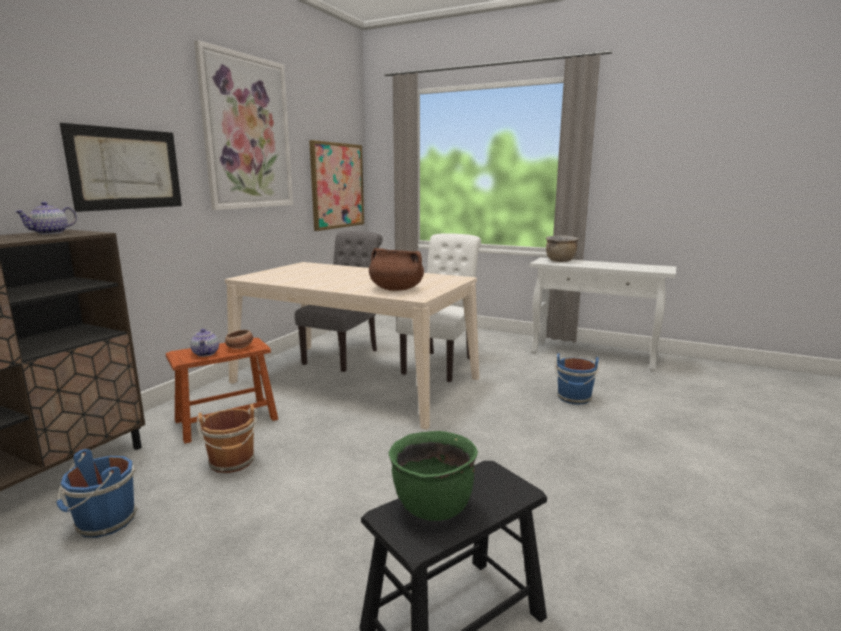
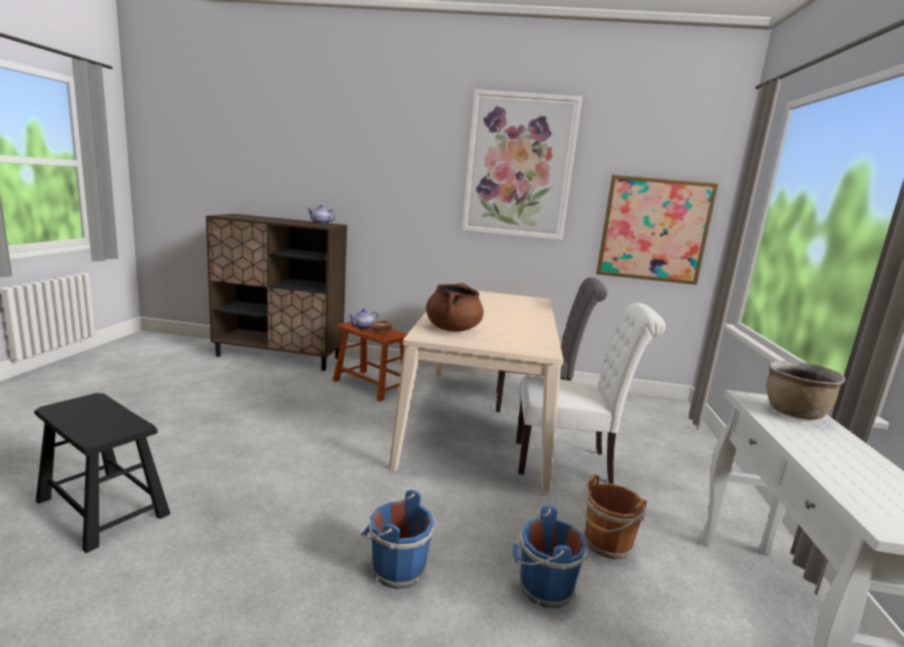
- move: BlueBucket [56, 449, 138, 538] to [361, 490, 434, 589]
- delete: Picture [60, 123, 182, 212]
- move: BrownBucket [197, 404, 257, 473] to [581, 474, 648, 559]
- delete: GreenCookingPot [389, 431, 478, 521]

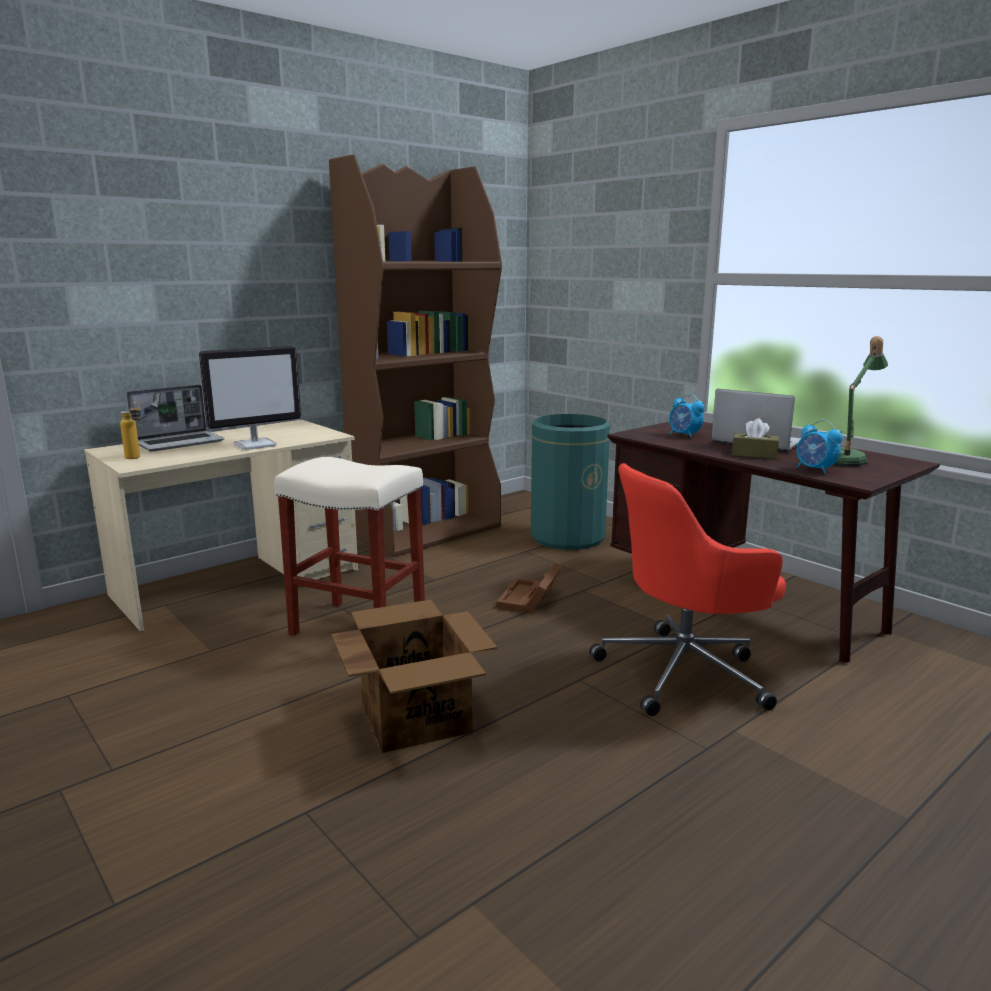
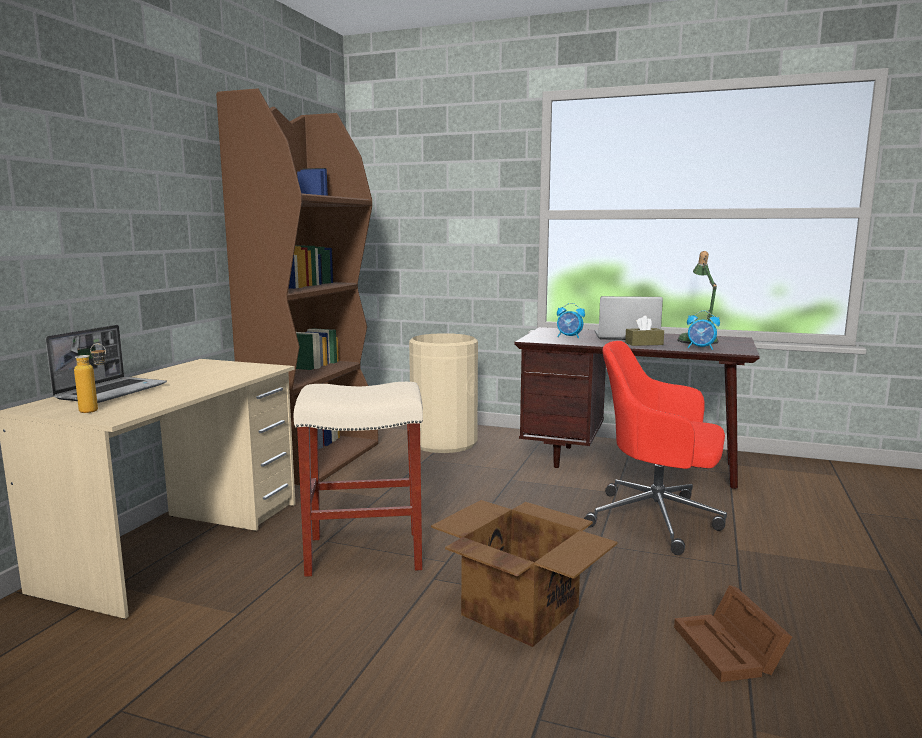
- delete: Monitor [199, 346, 301, 450]
- move: BrownStorageBox [496, 563, 562, 613] to [674, 585, 792, 682]
- recolor: GreenTrashCan [531, 414, 610, 550] to BeigeTrashCan [409, 333, 478, 453]
- rotate: RedOfficeChair [589, 463, 786, 716] = [584, 341, 727, 555] 75 degrees clockwise

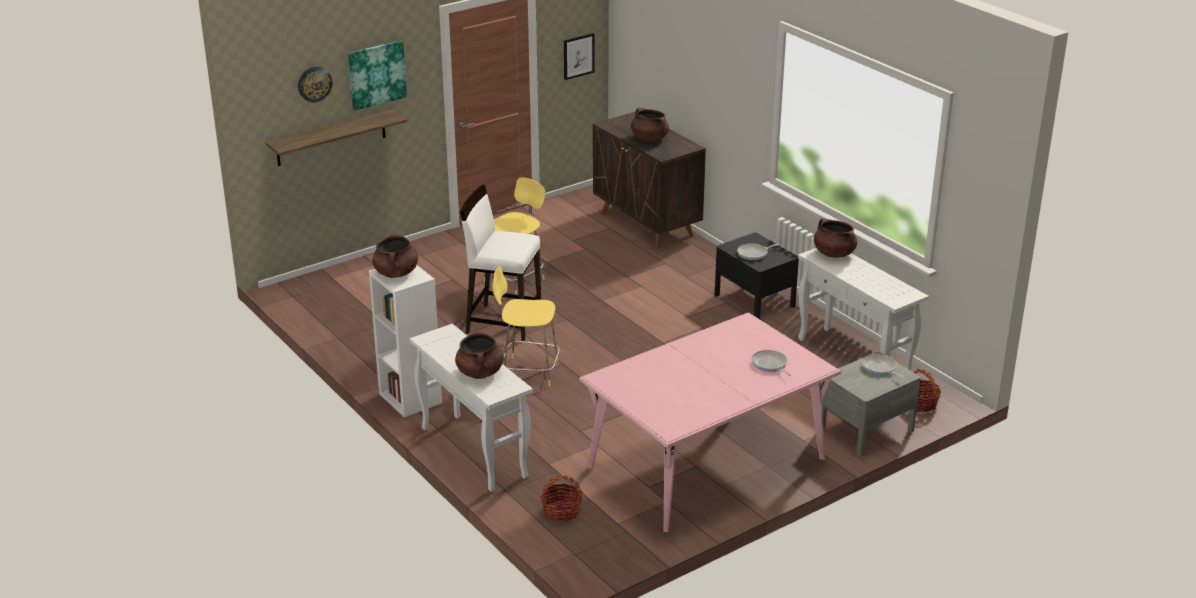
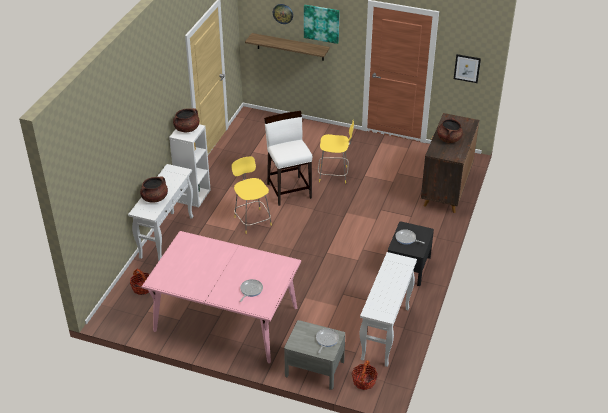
- delete: BrownCookingPot [814, 218, 857, 258]

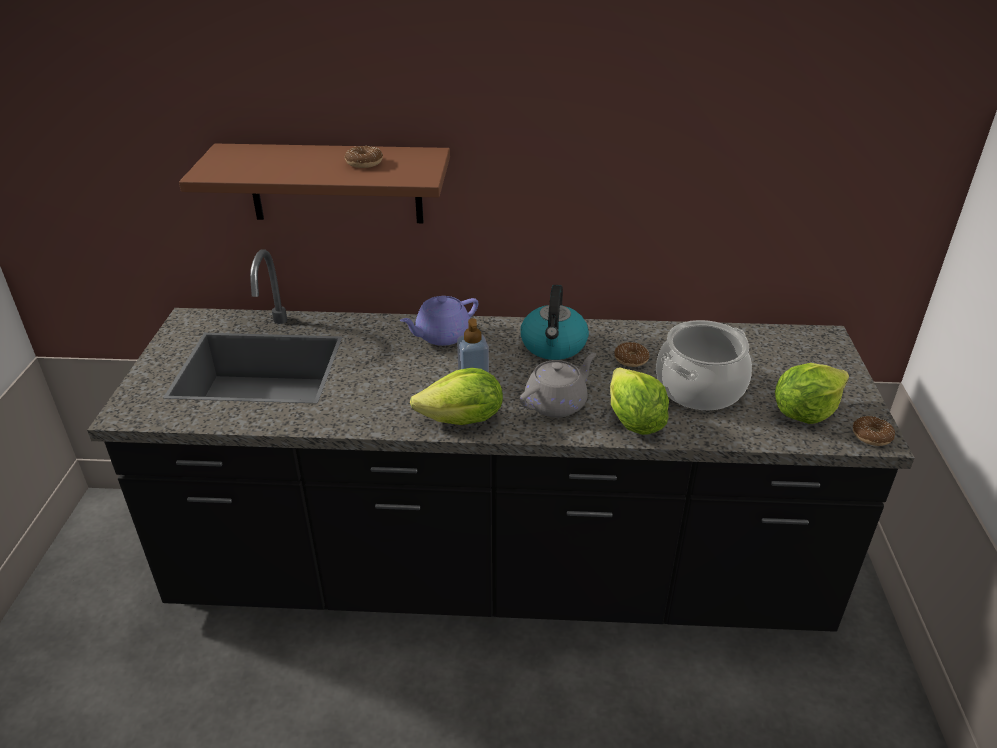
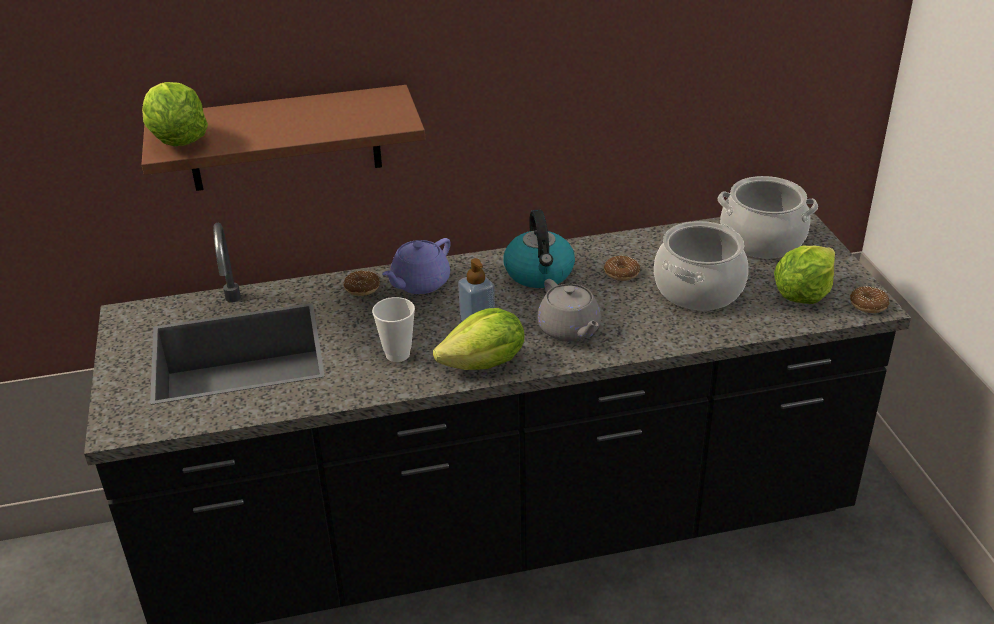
- move: Donut [344, 146, 383, 168] to [344, 270, 380, 296]
- rotate: GreyTeapot [520, 353, 596, 418] = [537, 279, 601, 342] 120 degrees clockwise
- move: Lettuce [610, 367, 669, 435] to [142, 82, 208, 146]
- insert: Cup [372, 297, 415, 362]
- insert: CookingPot [718, 176, 818, 259]

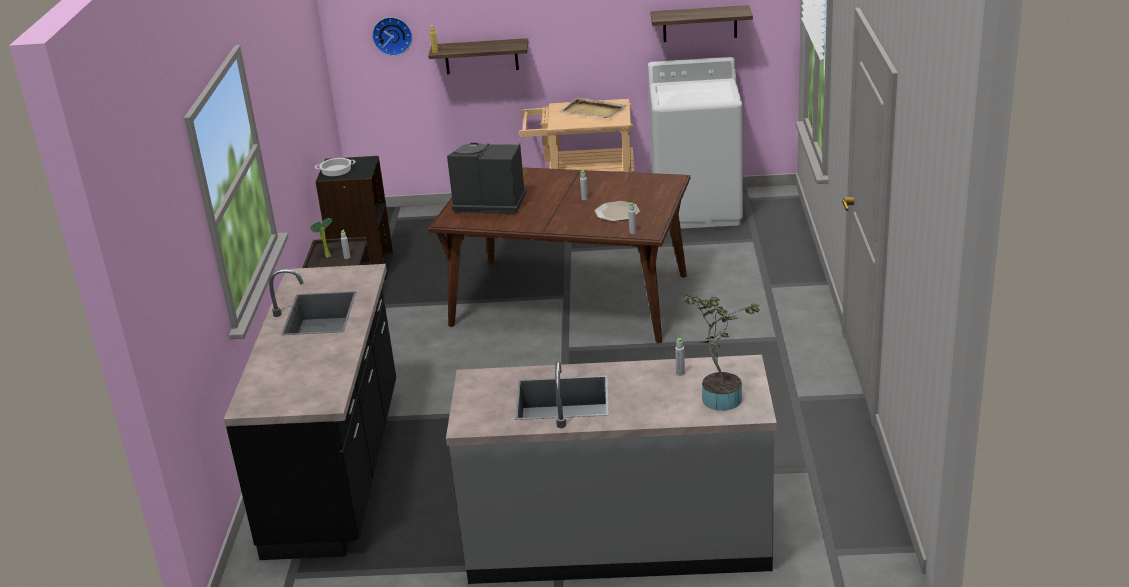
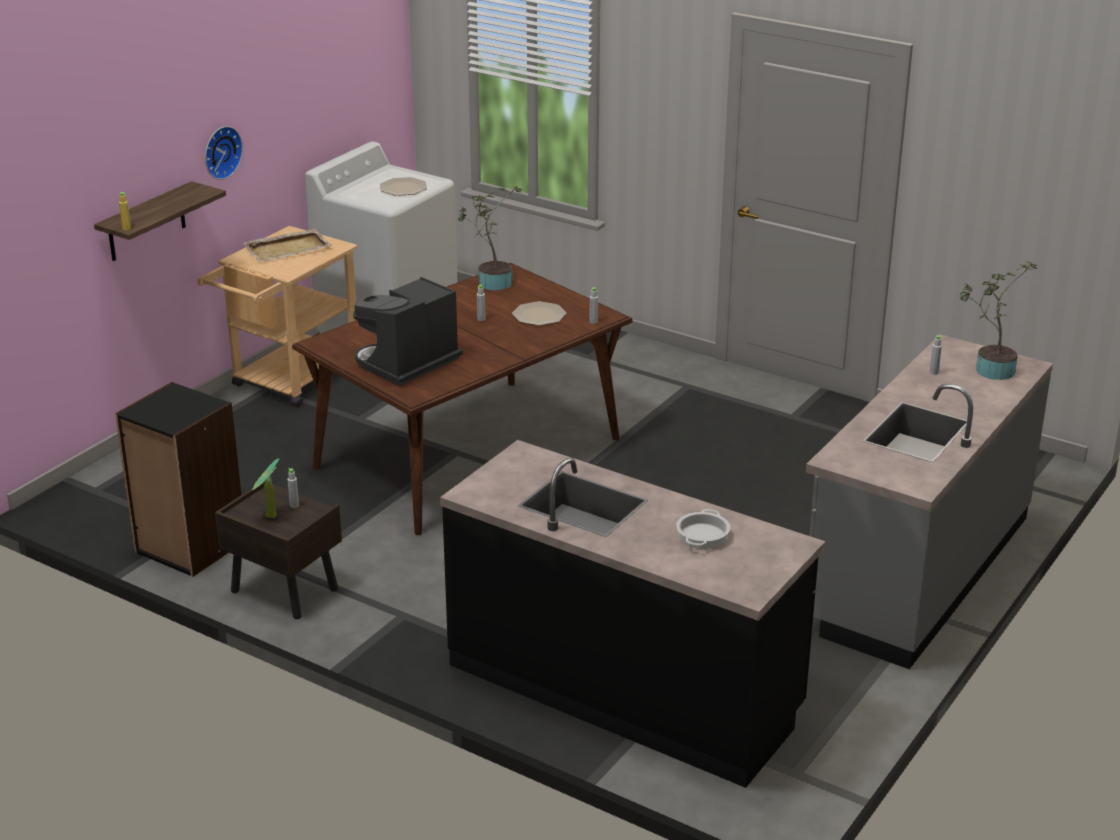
- move: CookingPot [315, 158, 356, 176] to [676, 509, 730, 549]
- move: WallClock [372, 17, 412, 56] to [205, 126, 243, 180]
- delete: Shelf [650, 5, 753, 42]
- insert: Plate [380, 177, 427, 196]
- insert: PottedPlant [458, 186, 522, 290]

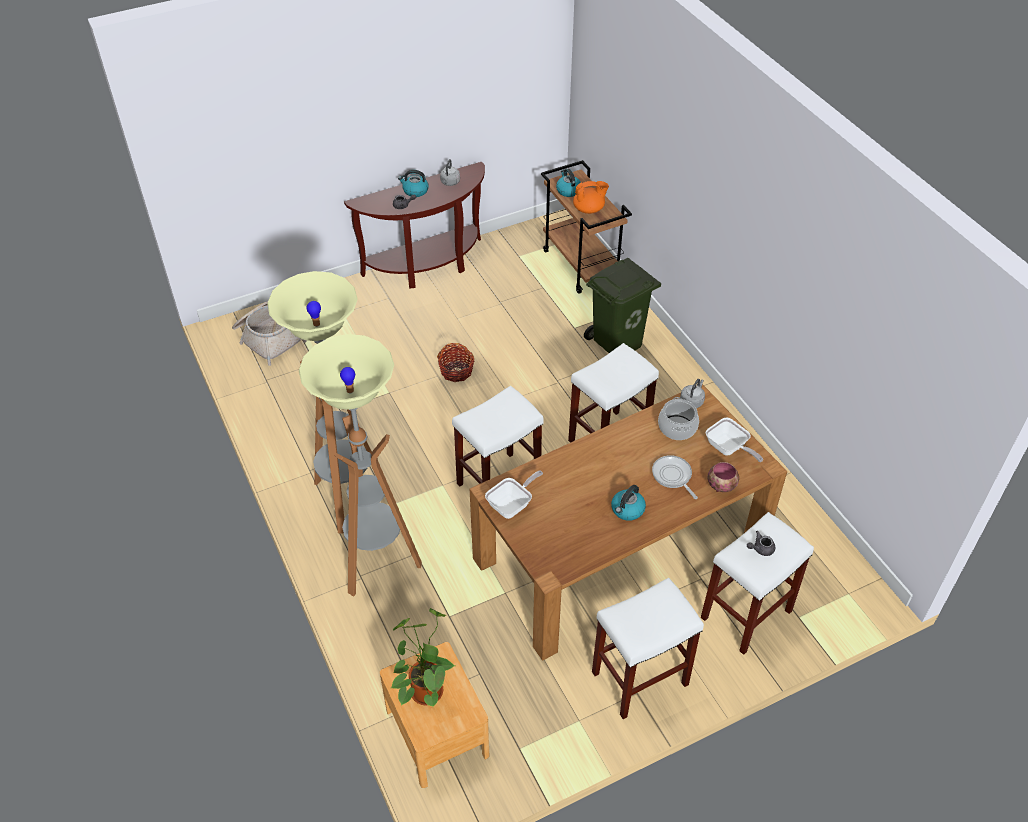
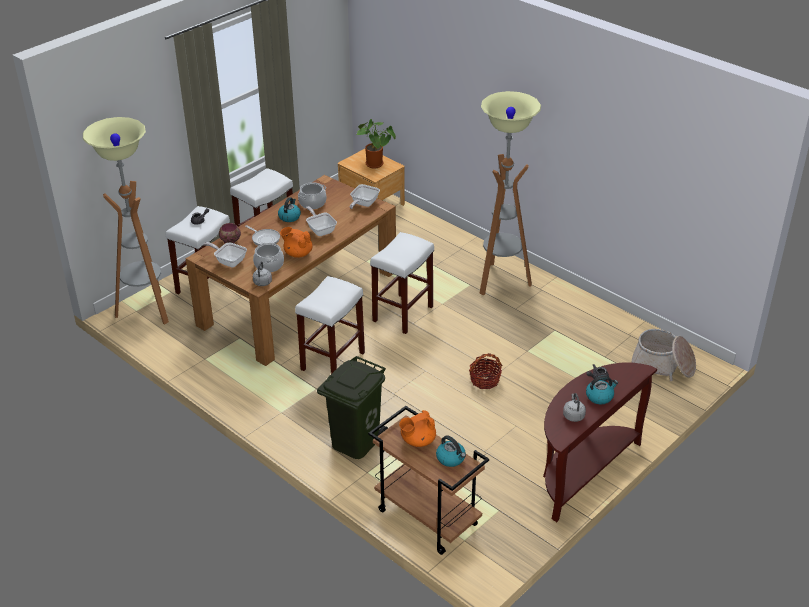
- move: FloorLamp [299, 334, 422, 596] to [83, 117, 169, 325]
- insert: OrangeTeapot [280, 227, 313, 258]
- insert: CookingPot [298, 182, 327, 209]
- insert: FryingPan [306, 206, 337, 236]

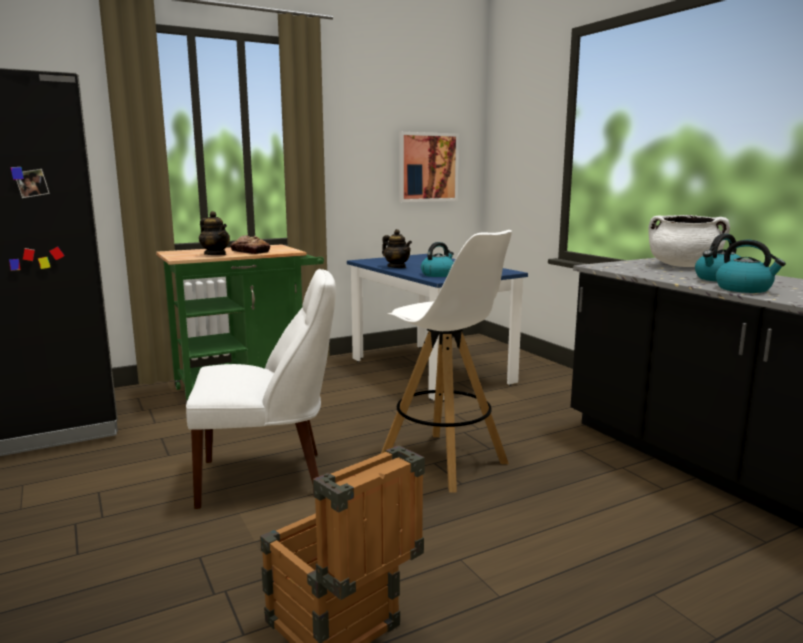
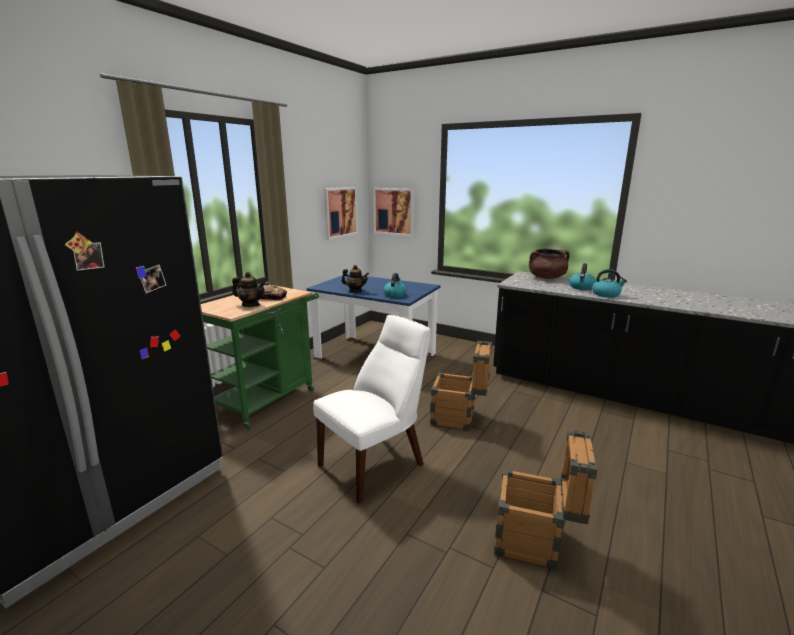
- replace: WhiteStool [381, 230, 512, 493] to Crate [430, 341, 492, 430]
- recolor: WhiteCookingPot [648, 215, 730, 267] to BrownCookingPot [529, 249, 570, 279]
- insert: Picture [373, 188, 414, 236]

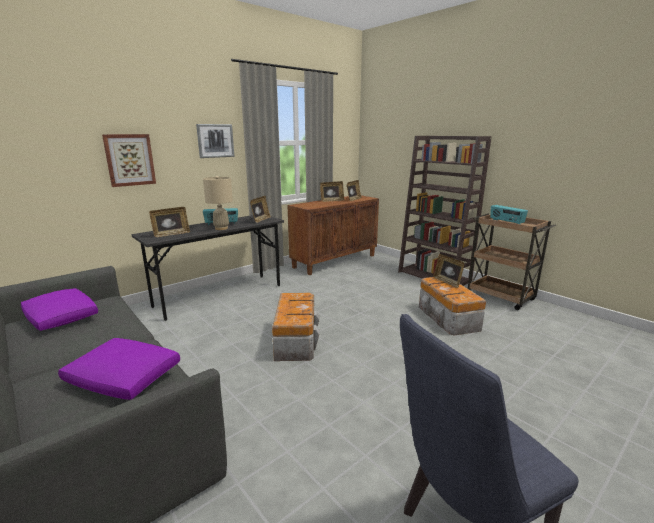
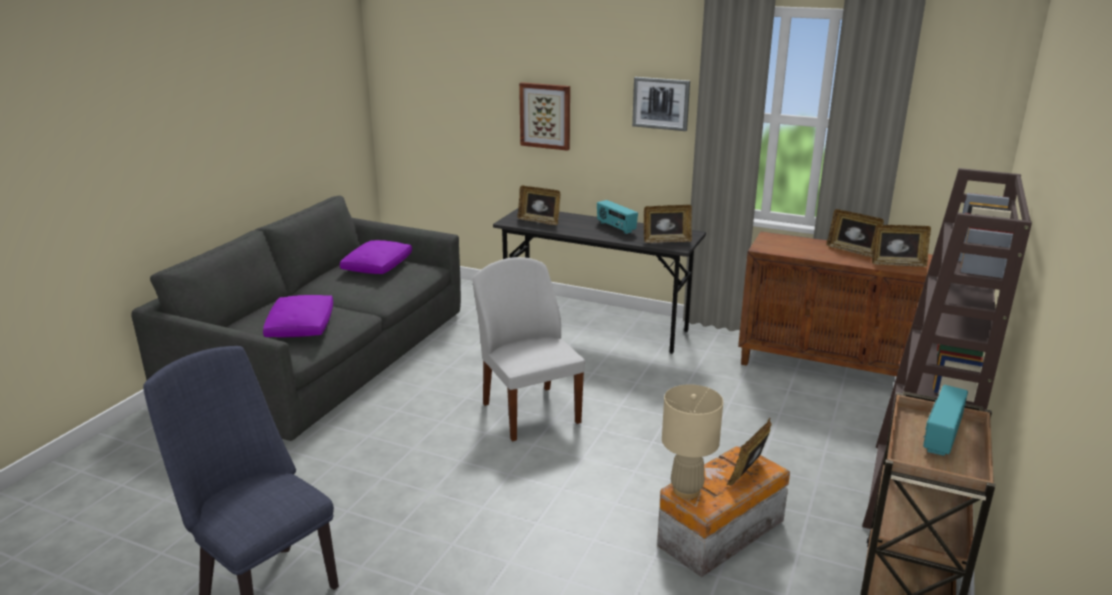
- move: BeigeTableLamp [203, 176, 233, 230] to [662, 384, 723, 499]
- replace: StorageBox [272, 293, 319, 361] to WhiteChair [473, 257, 585, 441]

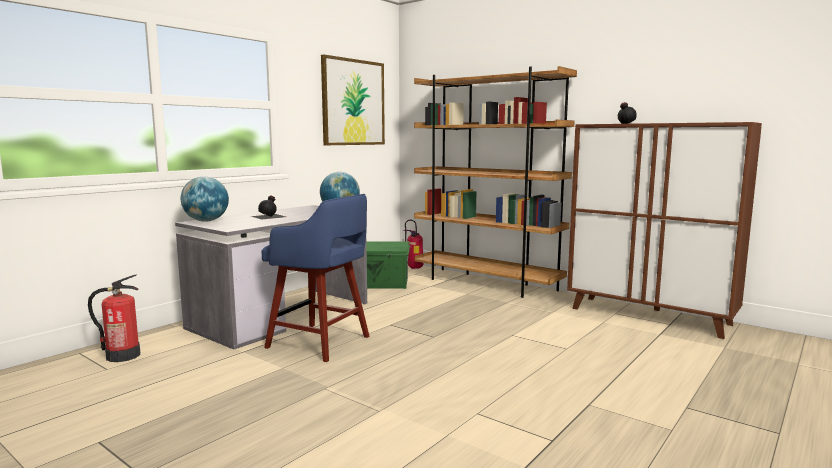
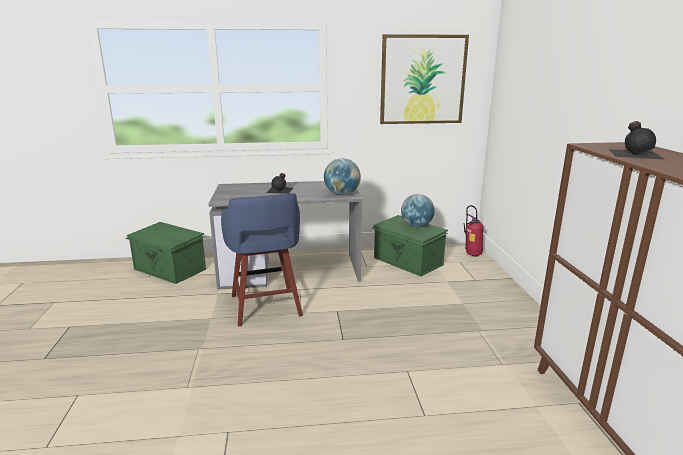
- replace: FireExtinguisher [88, 274, 140, 362] to GreenStorageBox [125, 222, 206, 284]
- move: Globe [181, 176, 229, 222] to [401, 194, 435, 227]
- delete: BrownBookcase [414, 66, 577, 298]

